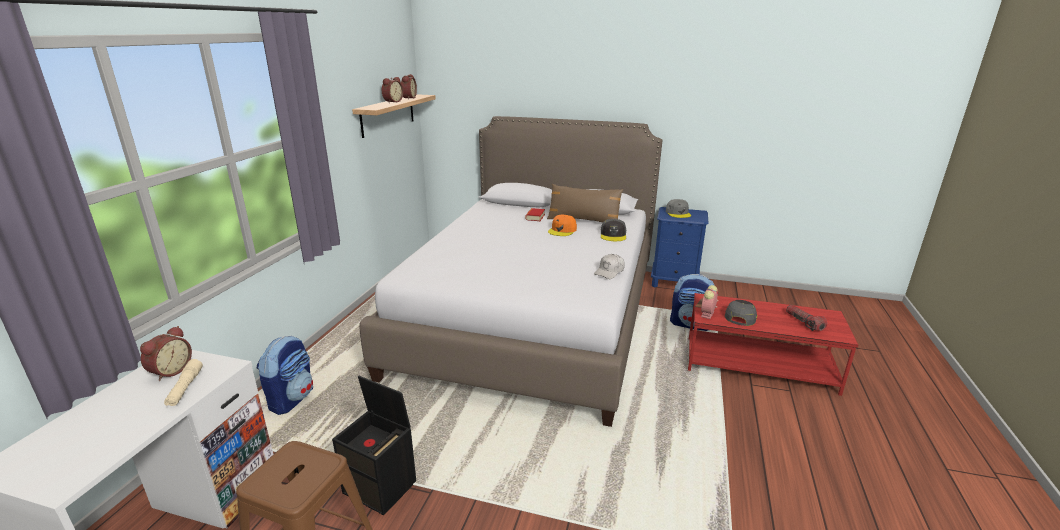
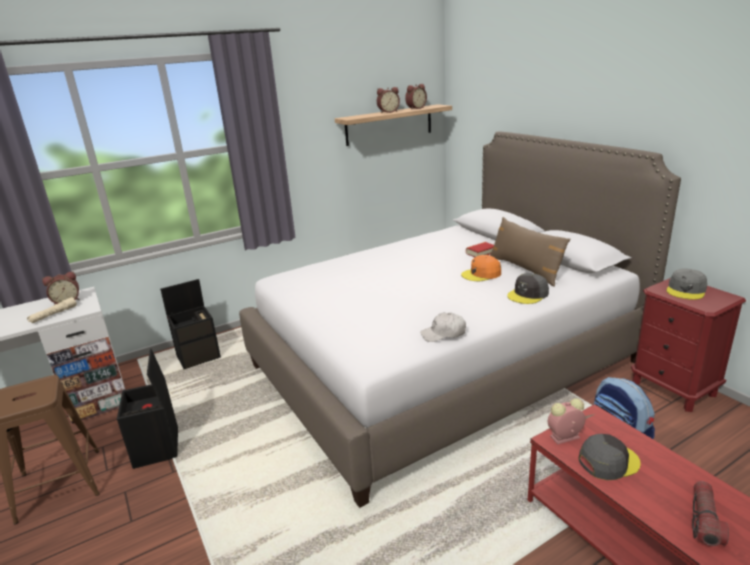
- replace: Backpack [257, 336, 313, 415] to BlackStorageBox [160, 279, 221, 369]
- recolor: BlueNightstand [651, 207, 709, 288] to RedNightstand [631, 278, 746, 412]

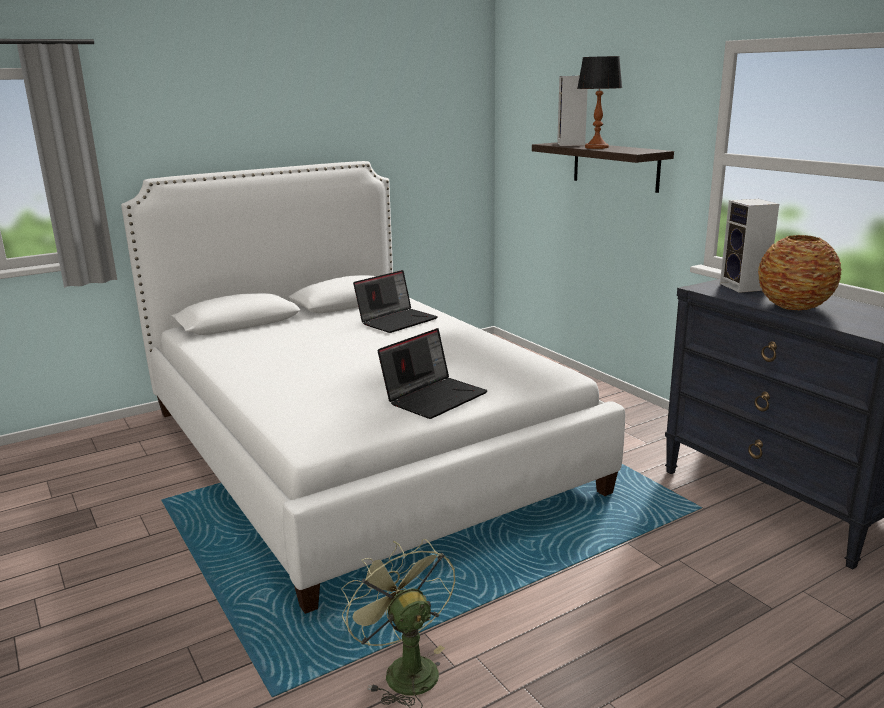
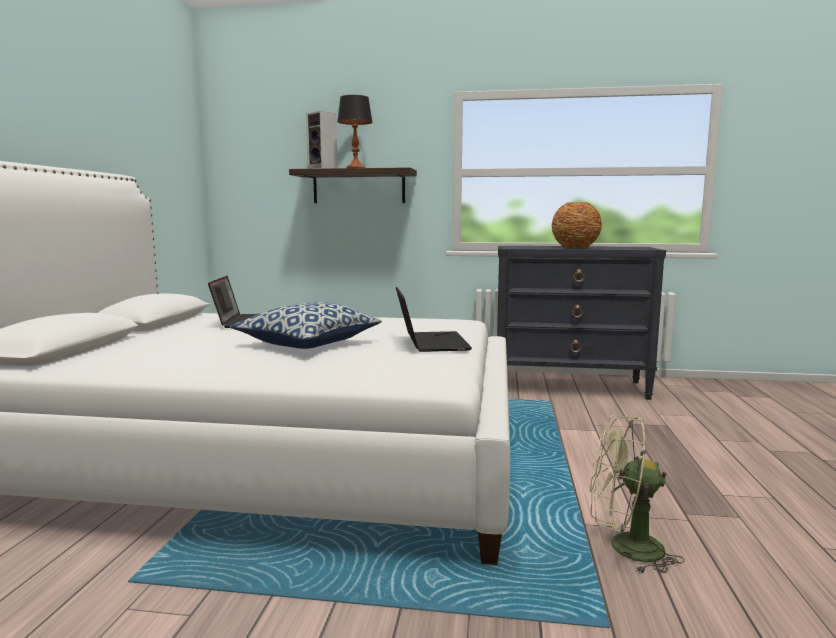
- delete: Speaker [720, 199, 779, 293]
- insert: Pillow [230, 302, 382, 349]

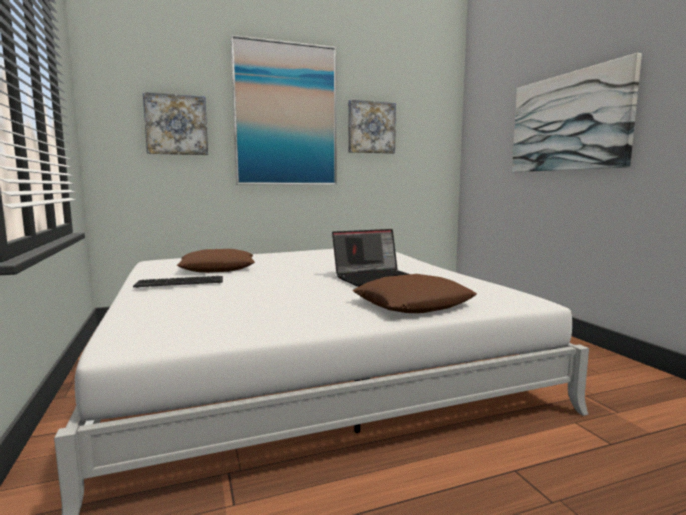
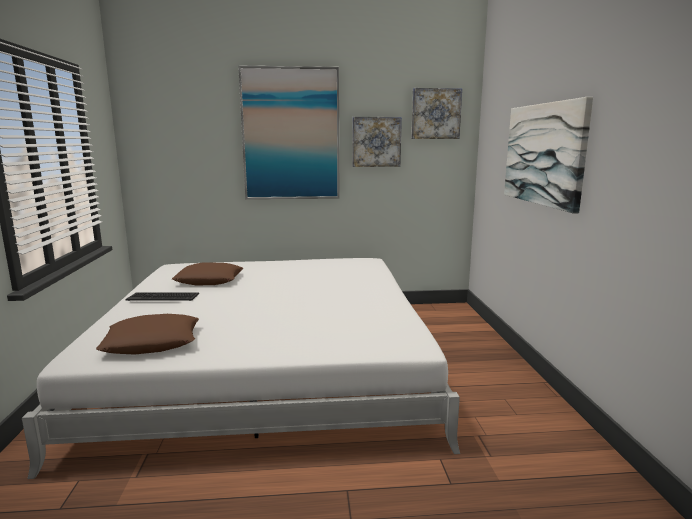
- move: Picture [143, 92, 208, 155] to [411, 88, 462, 139]
- delete: Laptop [332, 229, 409, 287]
- move: BrownPillow [353, 274, 477, 313] to [96, 314, 199, 354]

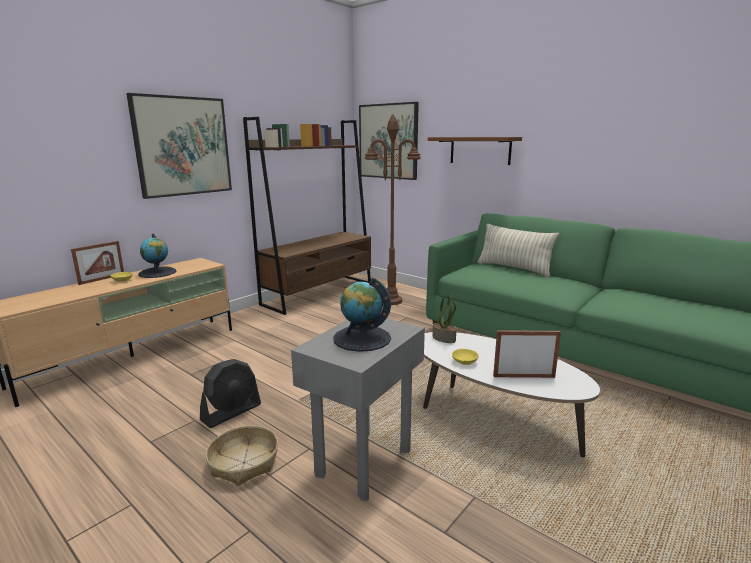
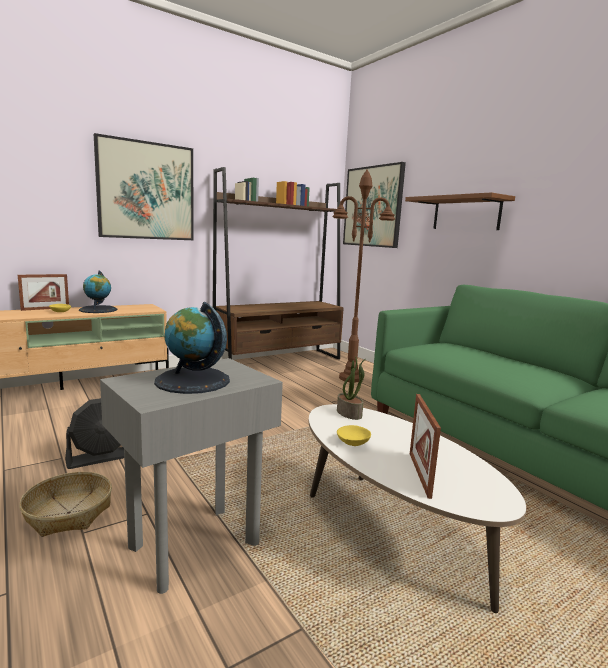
- delete: Pillow [477, 223, 559, 277]
- rotate: PictureFrame [493, 330, 561, 378] = [410, 394, 441, 499] 105 degrees counterclockwise

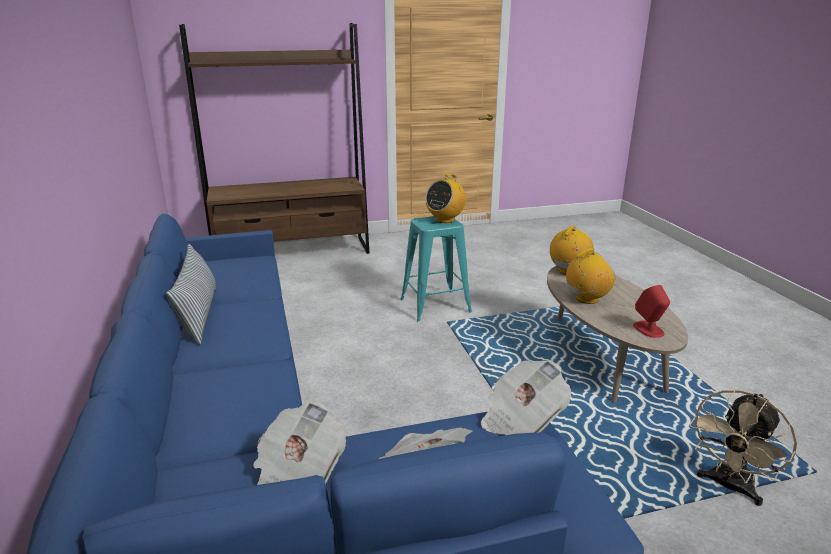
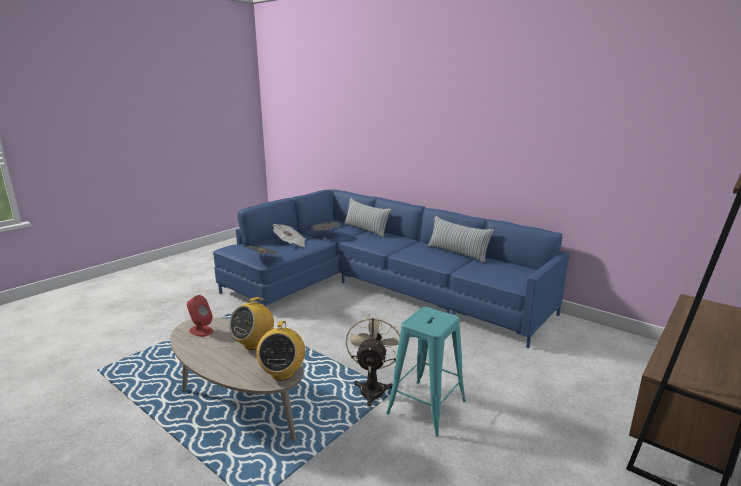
- delete: Radio [425, 174, 466, 223]
- move: BeigeFan [689, 390, 797, 506] to [346, 313, 400, 407]
- insert: Pillow [344, 198, 391, 238]

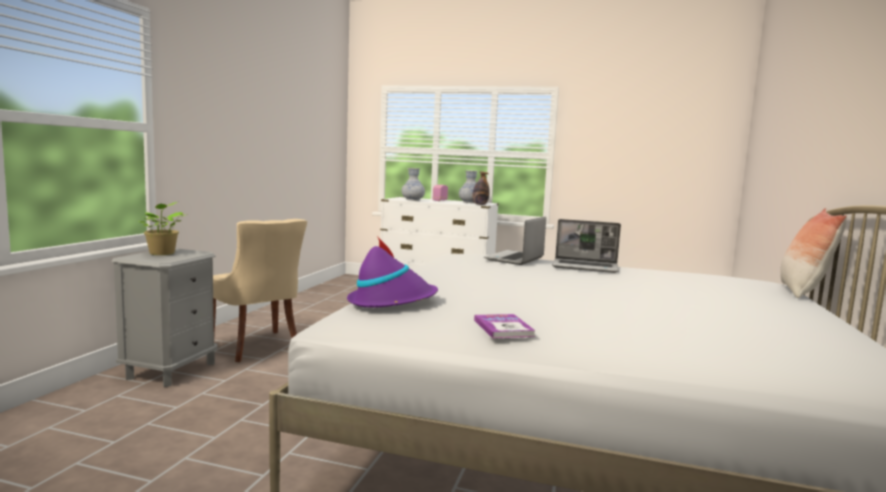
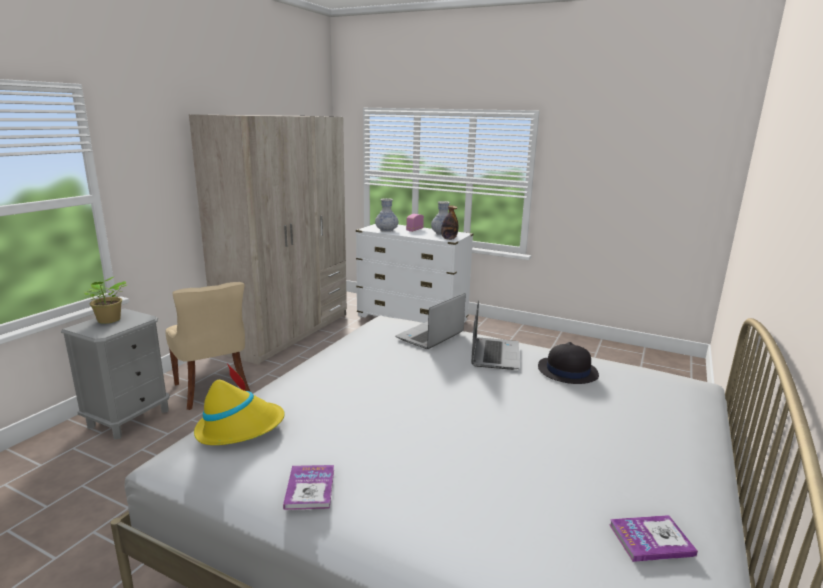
- recolor: PurpleHat [347, 236, 438, 308] to YellowHat [194, 363, 285, 445]
- rotate: Laptop [552, 219, 621, 273] = [471, 300, 519, 370] 105 degrees counterclockwise
- delete: Pillow [781, 208, 847, 298]
- insert: BeigeWardrobe [189, 114, 347, 365]
- insert: BlackHat [538, 342, 599, 384]
- insert: Book [609, 515, 698, 562]

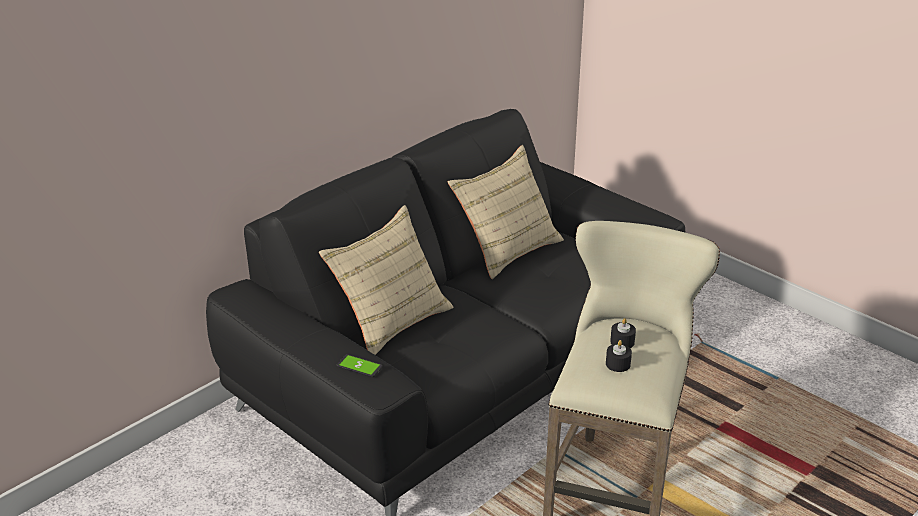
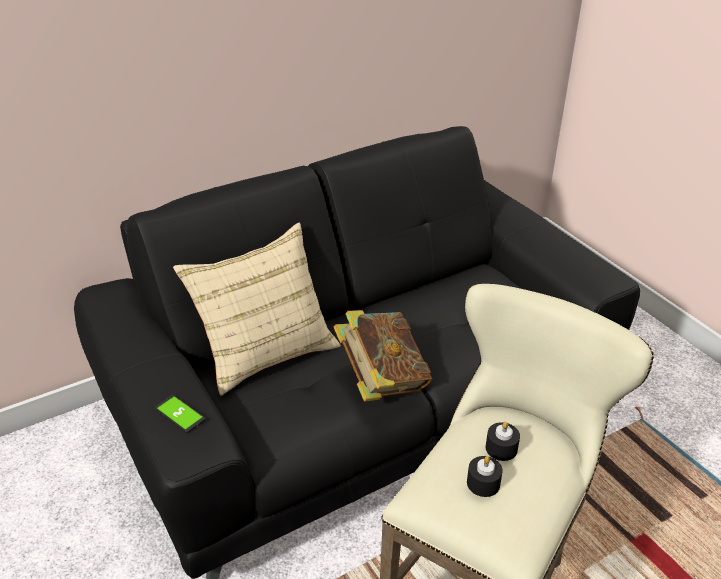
- delete: BeigePillow [448, 145, 564, 279]
- insert: Book [334, 310, 432, 402]

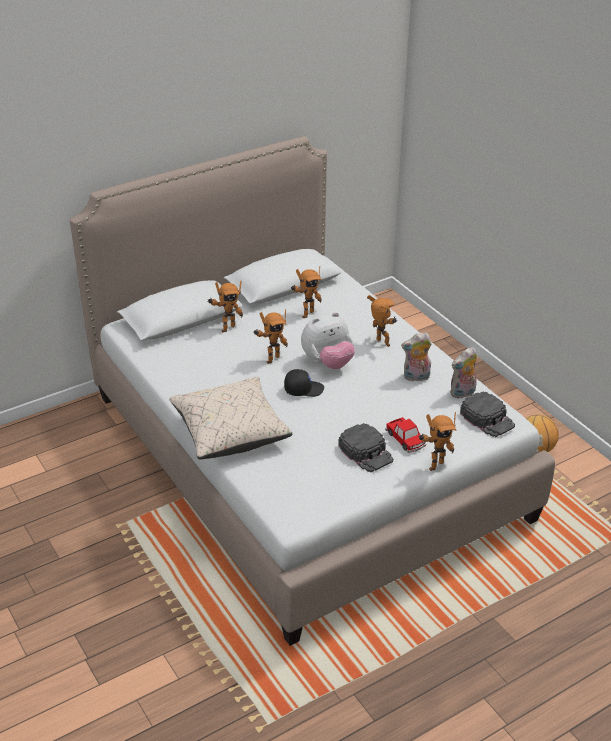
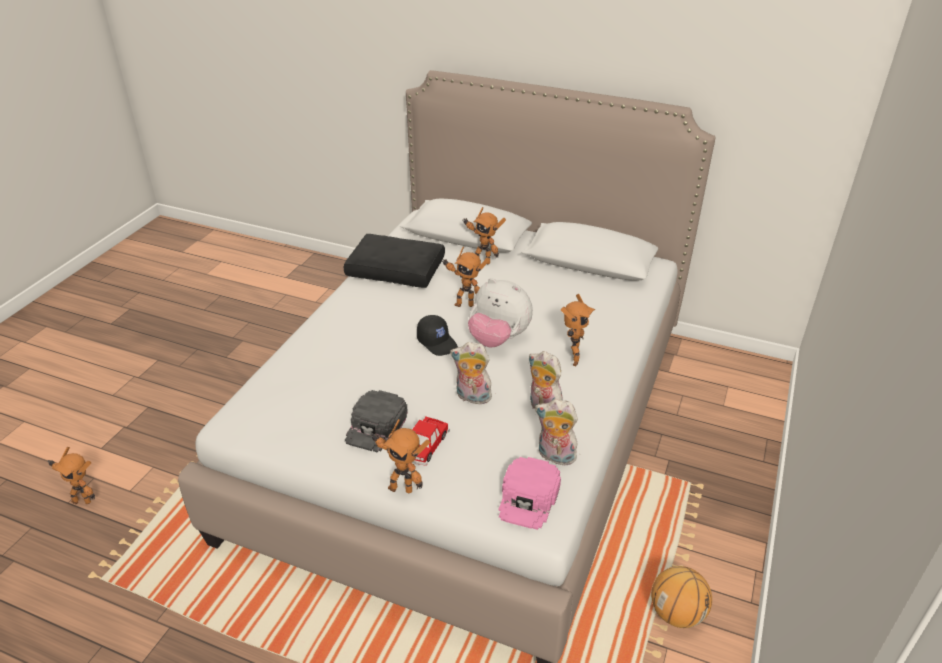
- delete: BeigePillow [169, 377, 292, 459]
- move: ToyRobot [291, 266, 322, 318] to [47, 447, 95, 504]
- recolor: BlackCap [460, 391, 515, 437] to PinkCap [499, 457, 561, 530]
- insert: BlackPillow [343, 234, 445, 288]
- insert: PlushToy [450, 342, 492, 404]

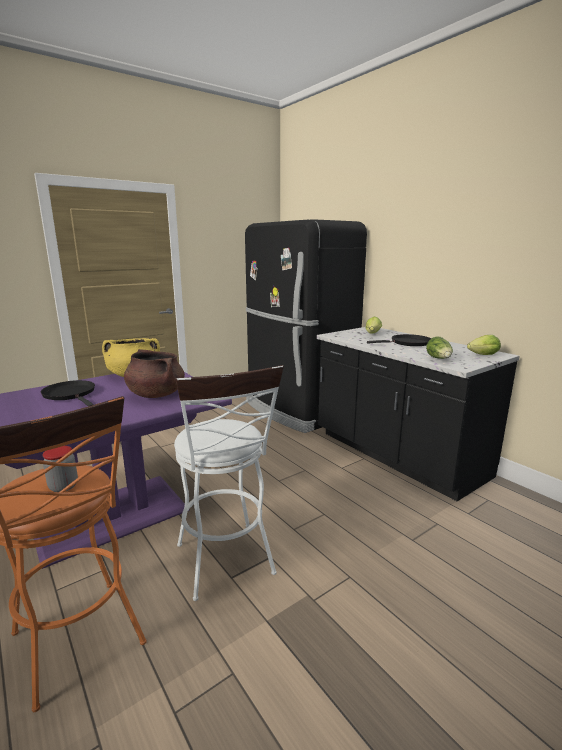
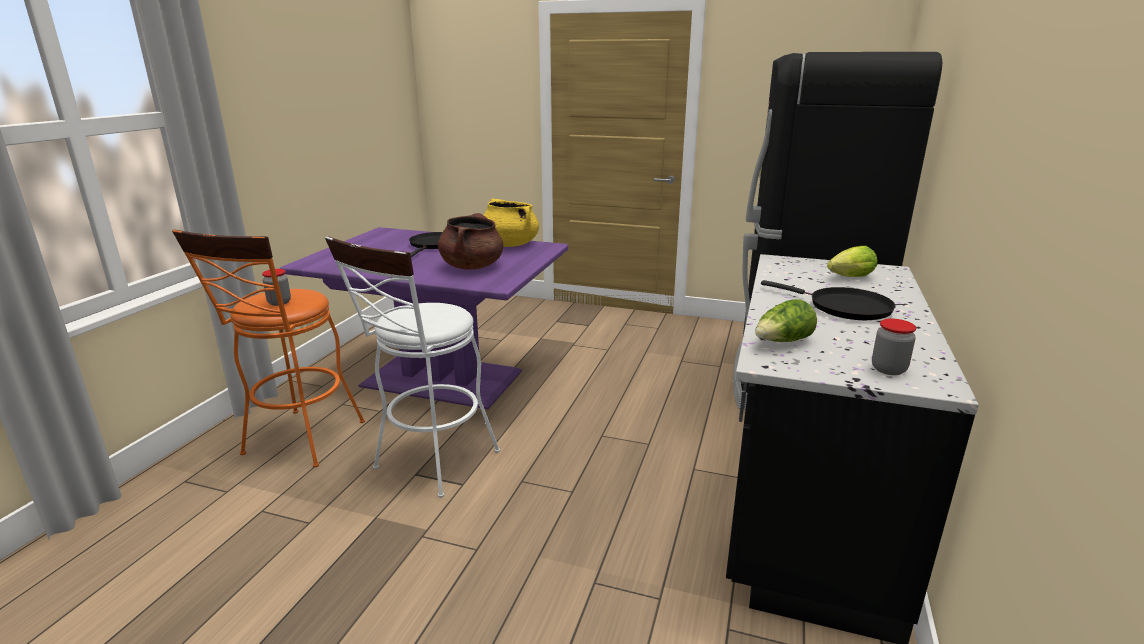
- replace: Lettuce [467, 335, 501, 355] to Jar [872, 318, 916, 375]

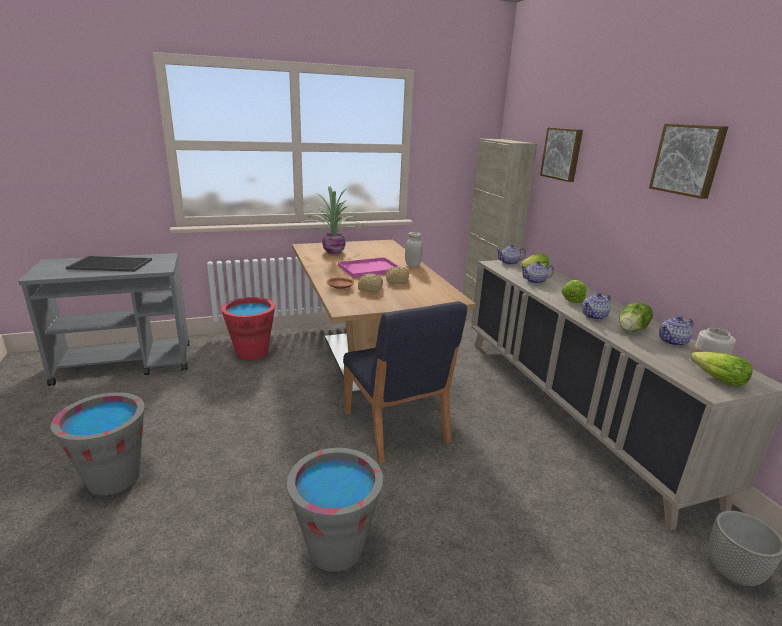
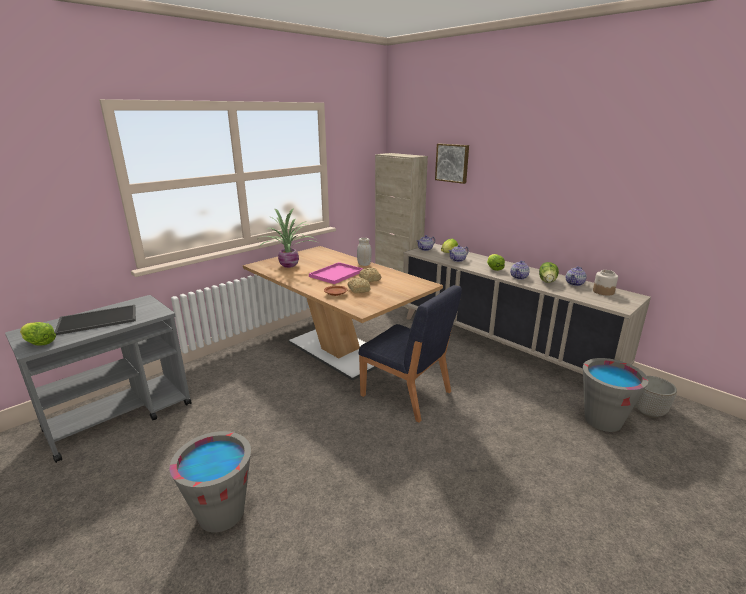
- delete: RedBucket [221, 297, 275, 360]
- move: GreyBucket [287, 448, 383, 572] to [583, 358, 648, 432]
- delete: Picture [649, 124, 728, 199]
- move: Lettuce [691, 352, 753, 387] to [20, 322, 56, 346]

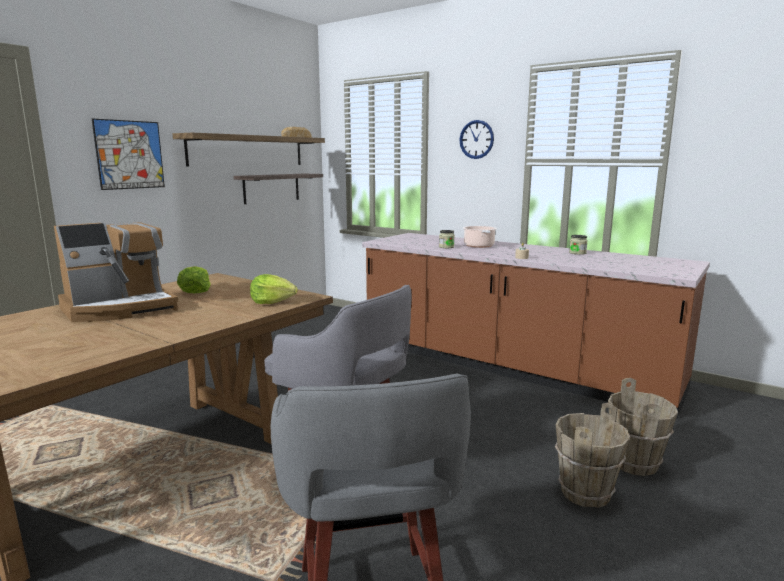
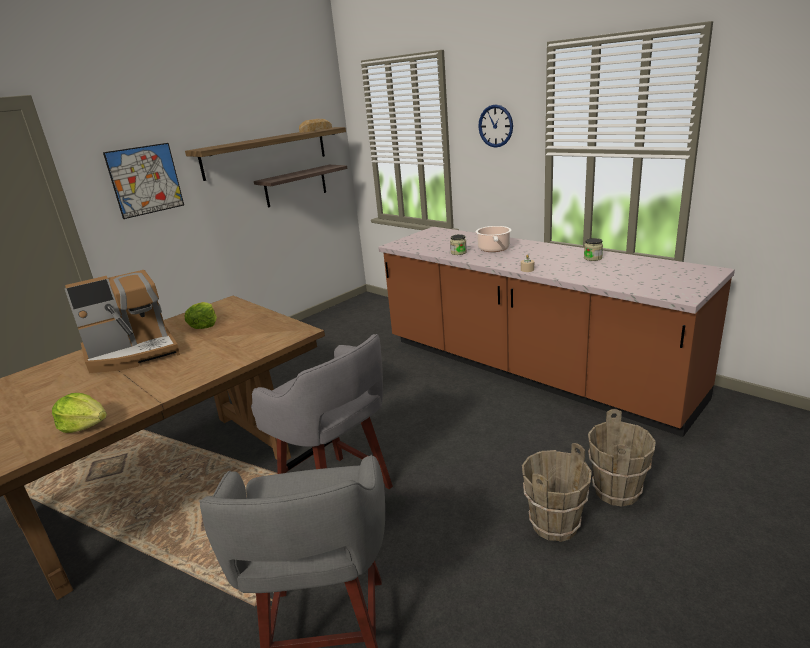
- move: Lettuce [250, 274, 298, 304] to [52, 393, 107, 433]

